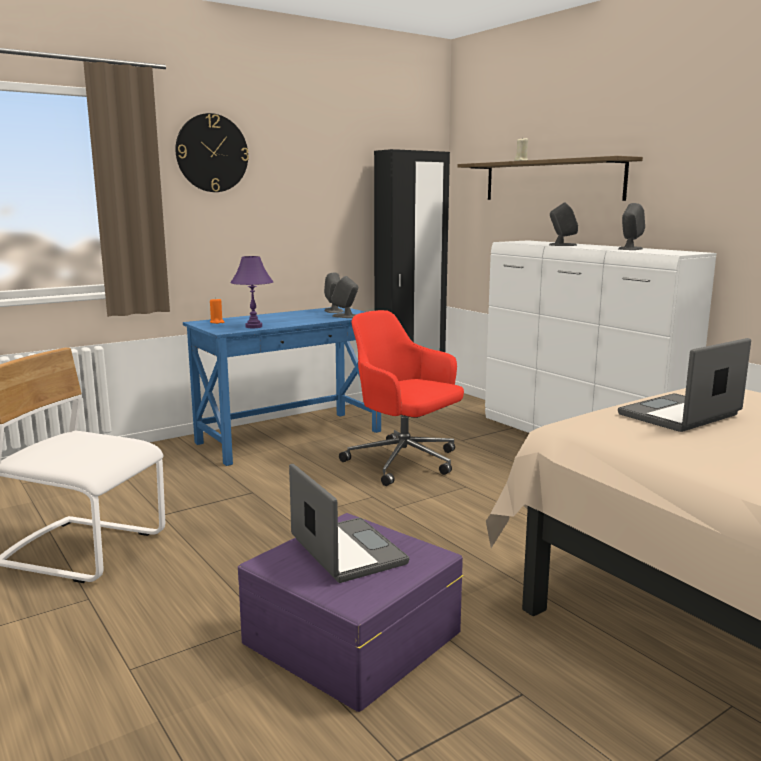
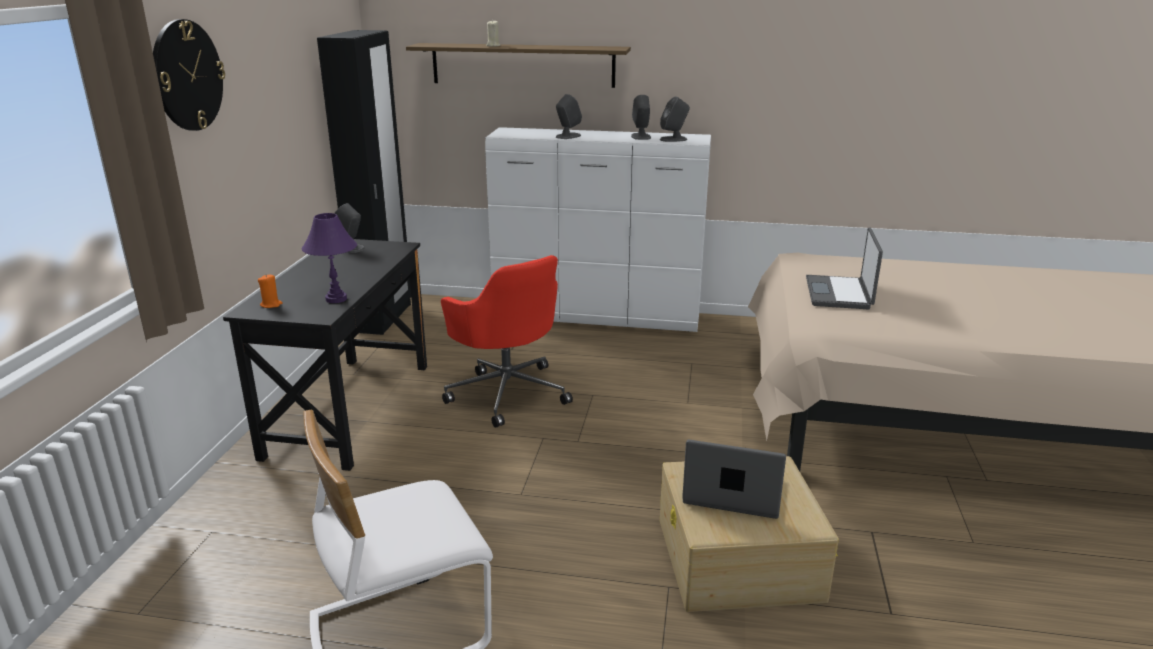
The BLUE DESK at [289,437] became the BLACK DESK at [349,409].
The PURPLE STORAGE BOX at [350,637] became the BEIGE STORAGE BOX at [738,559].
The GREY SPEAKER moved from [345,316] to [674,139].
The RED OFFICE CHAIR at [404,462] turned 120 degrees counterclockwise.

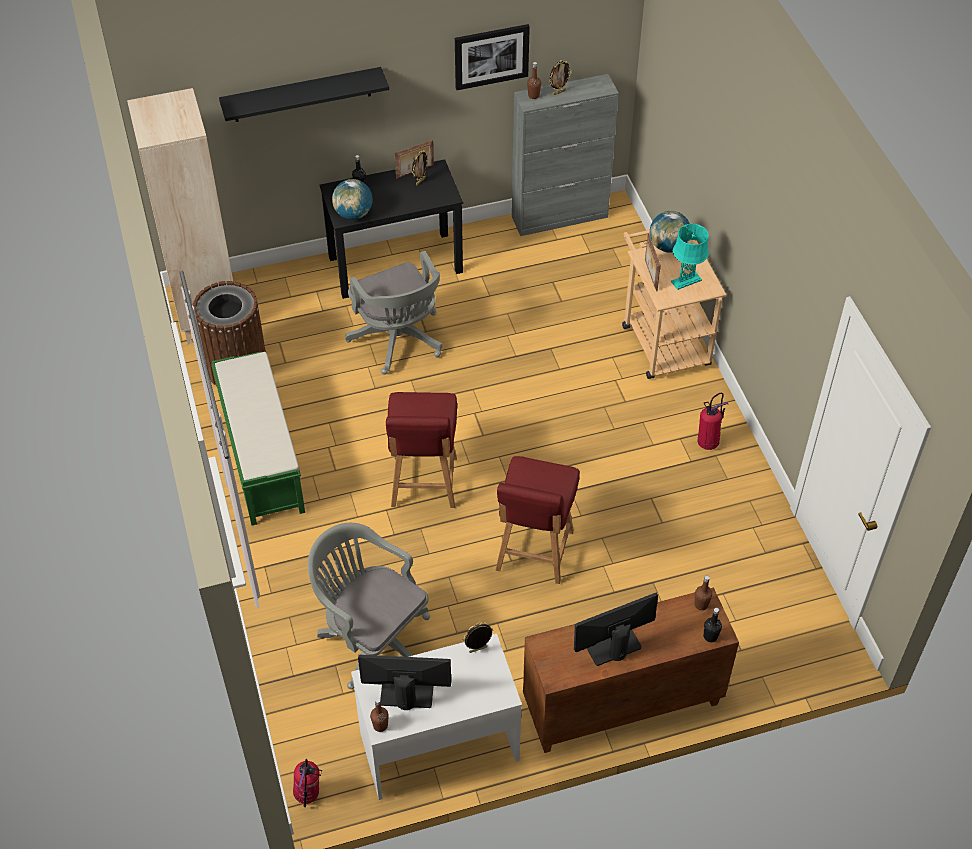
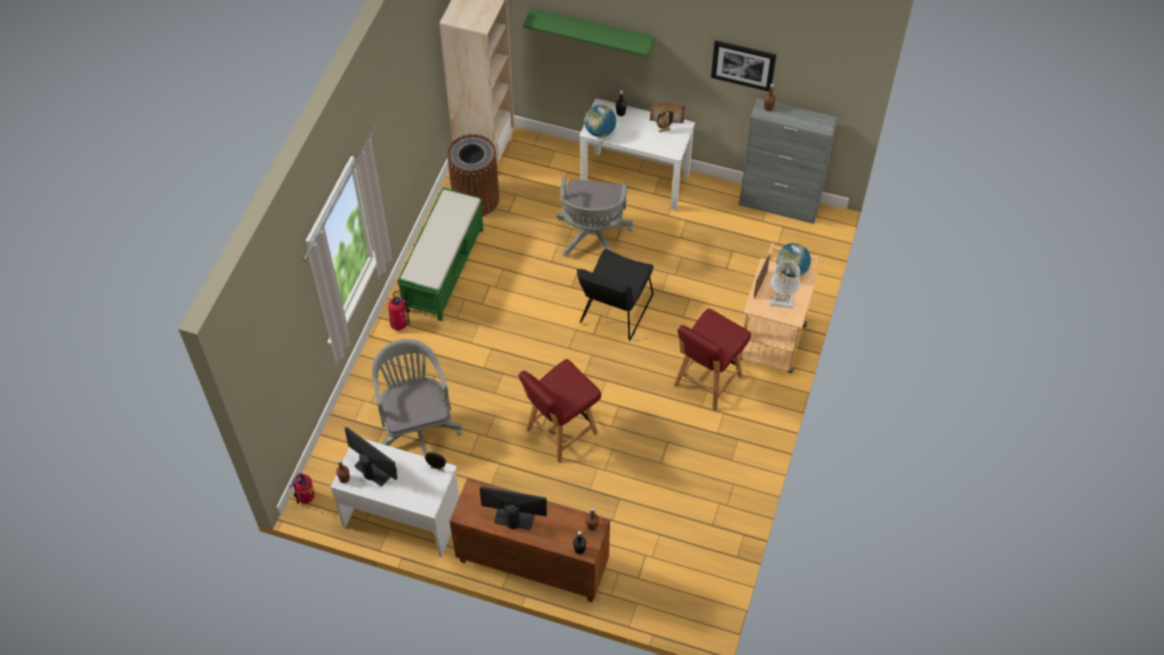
The BLACK SHELF at [302,95] became the GREEN SHELF at [592,31].
The BLACK DESK at [396,264] became the WHITE DESK at [635,180].
The RED CHAIR moved from [424,483] to [707,382].
The PICTURE FRAME at [559,92] disappeared.
The TURQUOISE TABLE LAMP at [686,280] became the GREY TABLE LAMP at [782,302].
The FIRE EXTINGUISHER moved from [708,442] to [400,324].
The BLACK CHAIR at [614,313] appeared.

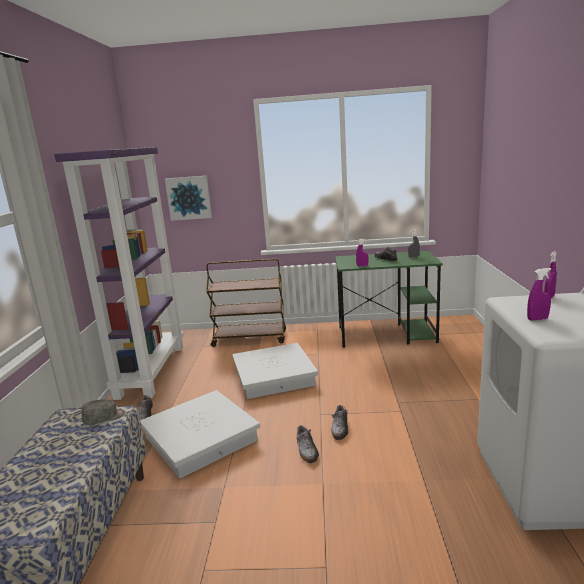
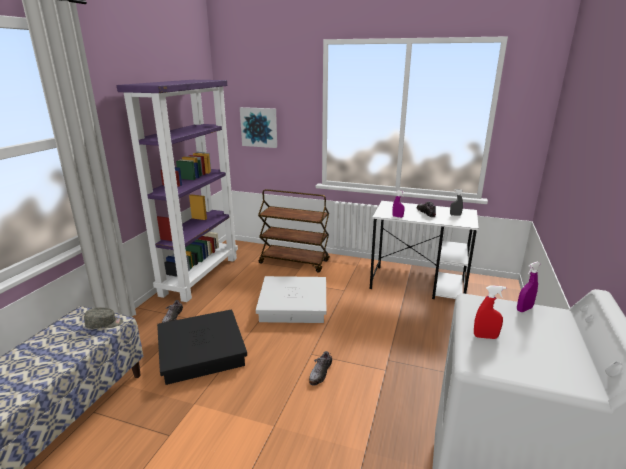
The WHITE STORAGE BOX at [201,438] became the BLACK STORAGE BOX at [202,351].
The SHOE at [306,450] disappeared.
The GREEN DESK at [387,335] became the WHITE DESK at [418,284].
The PURPLE SPRAY BOTTLE at [537,319] became the RED SPRAY BOTTLE at [485,337].

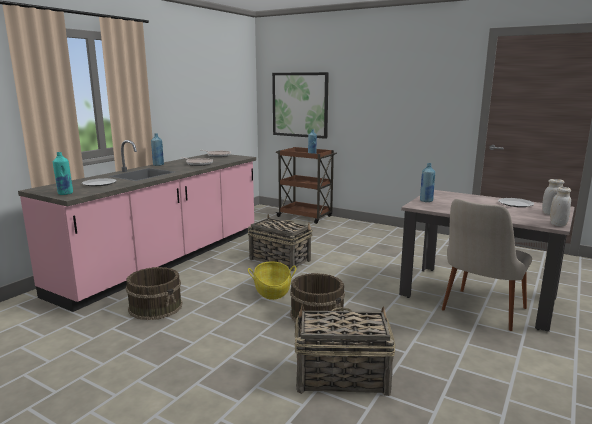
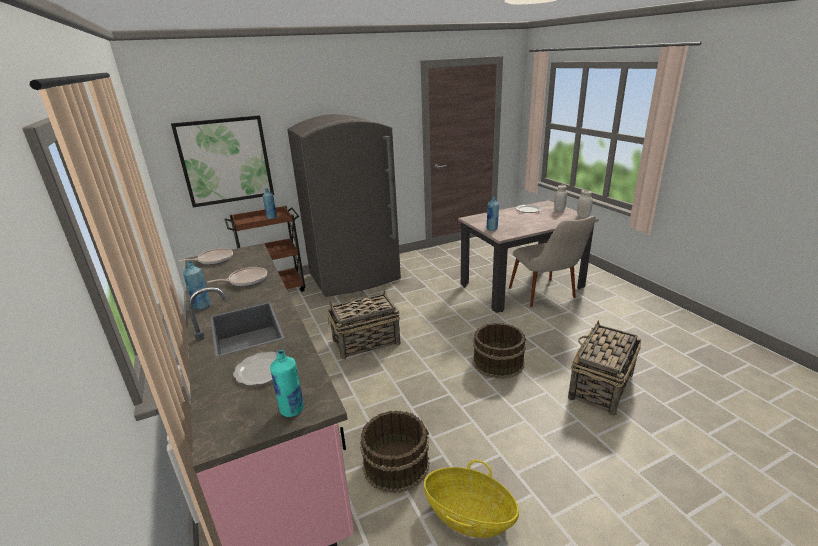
The BASKET moved from [272,291] to [469,515].
The GREY FRIDGE at [355,277] appeared.

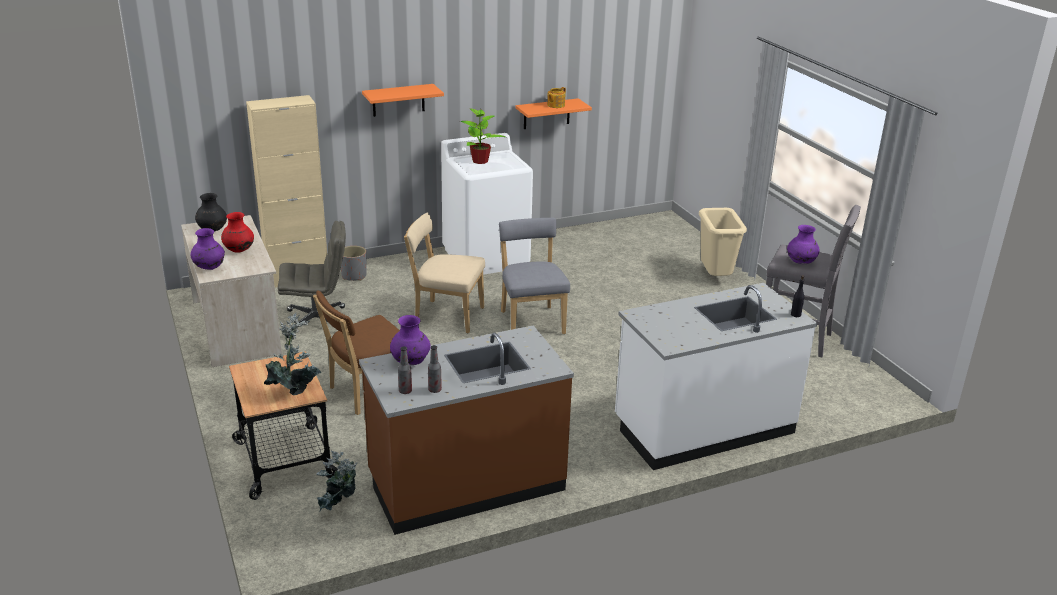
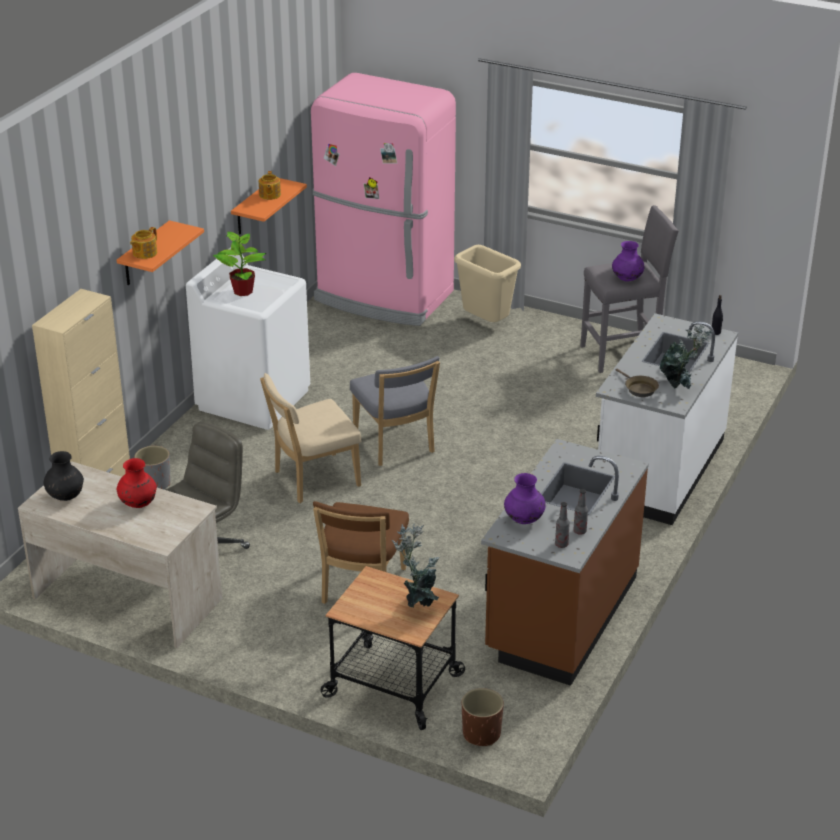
The PURPLE VASE at [209,268] disappeared.
The POTTED PLANT moved from [340,506] to [680,385].
The GREY CHAIR at [531,321] turned 150 degrees counterclockwise.
The TEAPOT at [144,253] appeared.
The PINK FRIDGE at [384,297] appeared.
The BROWN PLANTER at [481,734] appeared.
The BROWN FRYING PAN at [639,389] appeared.

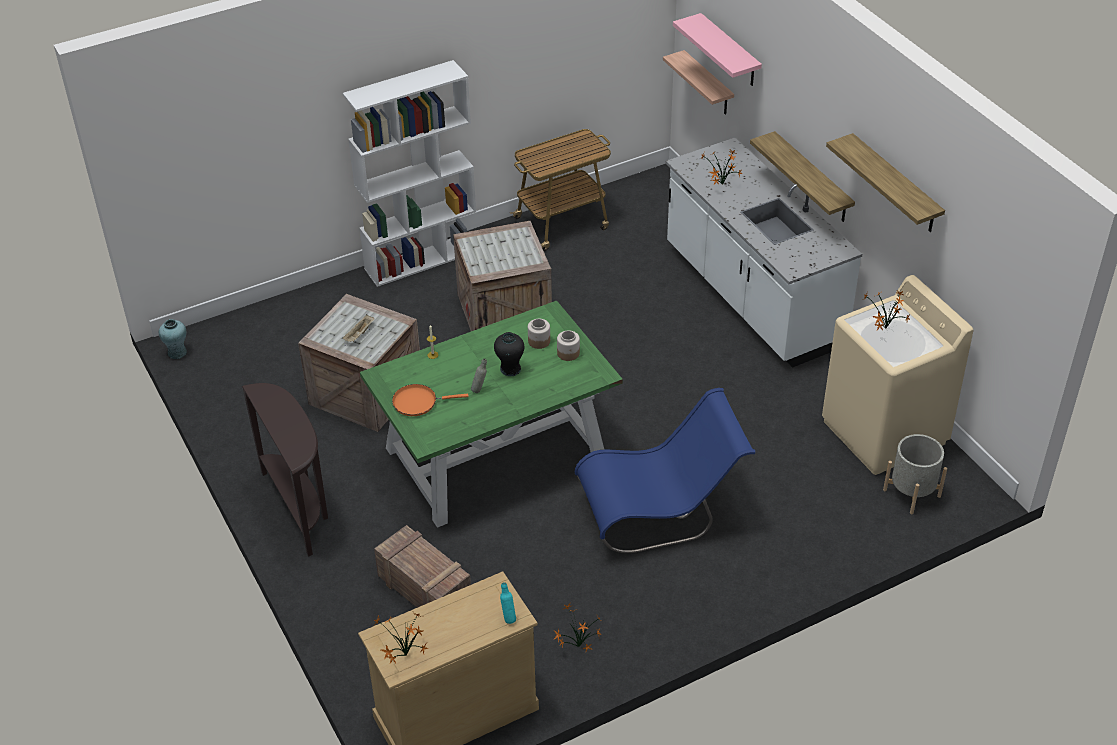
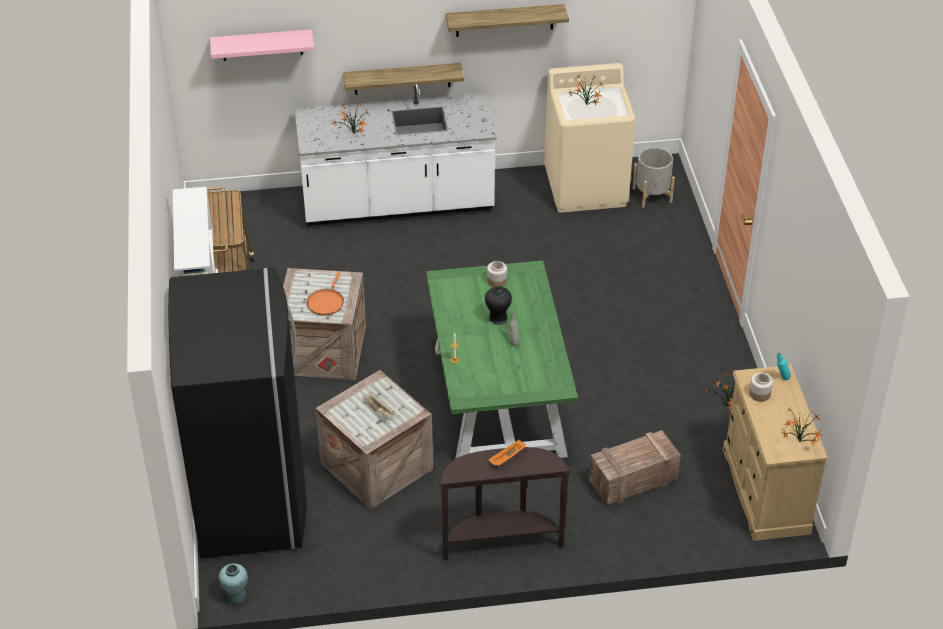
The ORANGE FRYING PAN moved from [418,402] to [326,302].
The JAR moved from [538,341] to [759,394].
The BLUE CHAIR at [660,511] disappeared.
The SHELF at [708,84] disappeared.
The BLACK FRIDGE at [251,498] appeared.
The ORANGE TRAY at [507,458] appeared.

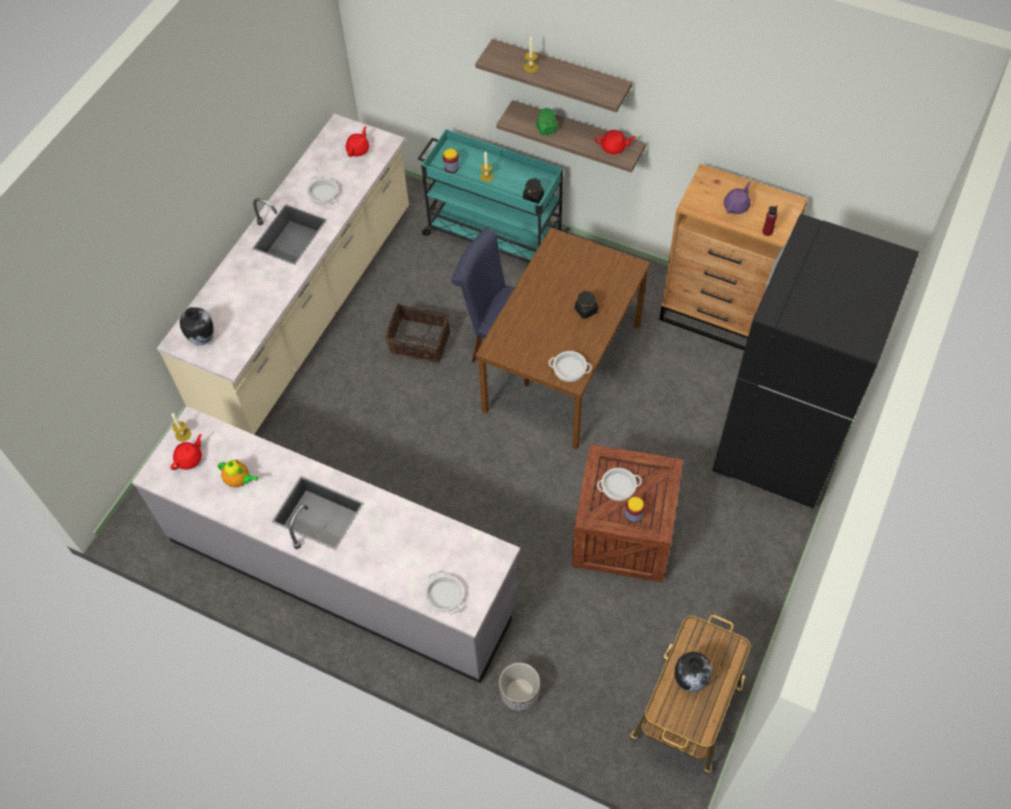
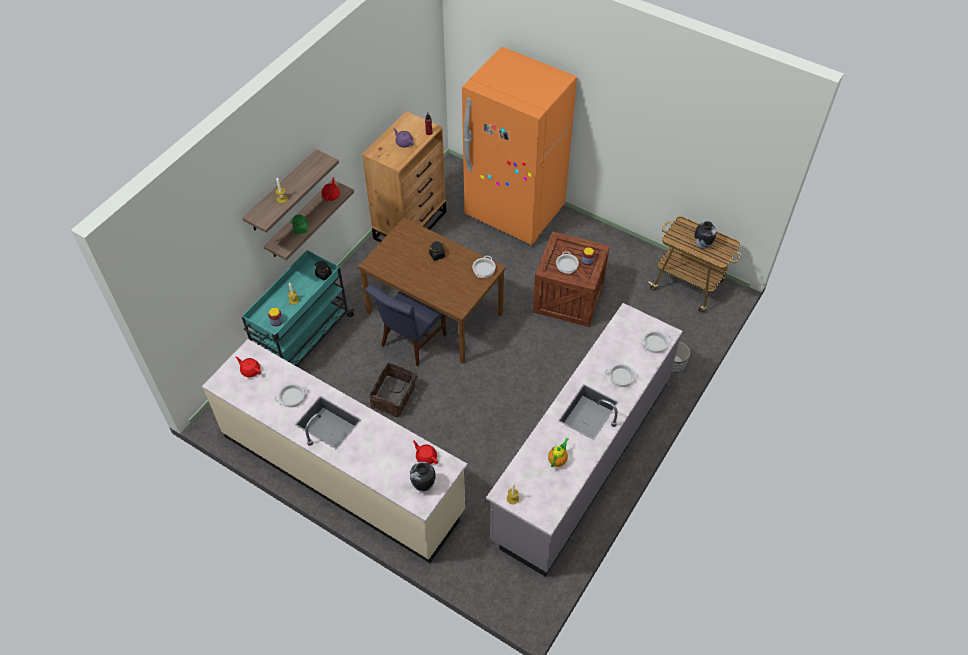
The RED TEAPOT moved from [189,459] to [426,457].
The BLACK FRIDGE at [781,444] became the ORANGE FRIDGE at [514,212].
The COOKING POT at [621,377] appeared.

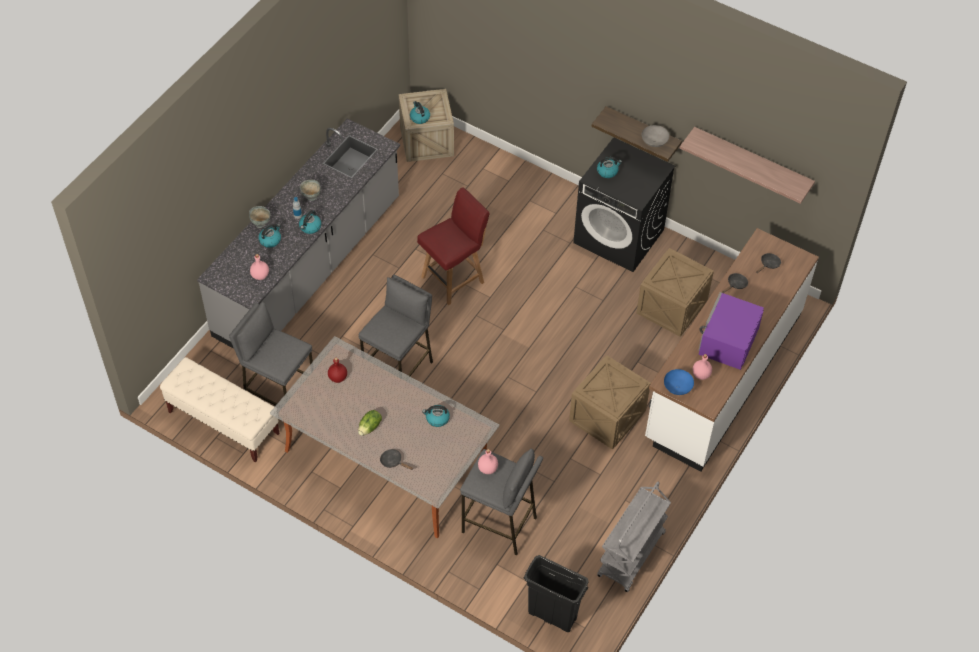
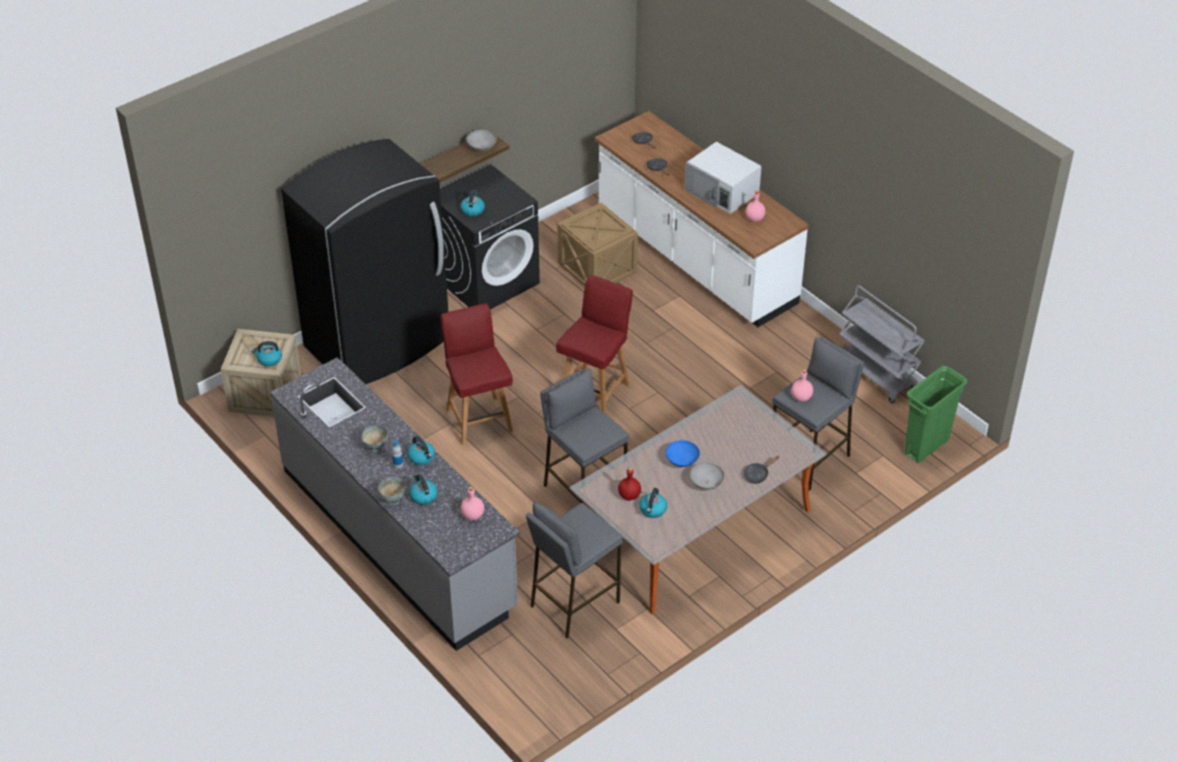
The BEIGE BENCH at [223,423] disappeared.
The LETTUCE at [370,427] was replaced by the GREY BOWL at [706,483].
The KETTLE moved from [437,419] to [653,510].
The BLACK TRASH CAN at [551,615] became the GREEN TRASH CAN at [926,447].
The CRATE at [606,417] disappeared.
The BLUE BOWL moved from [677,387] to [681,461].
The SHELF at [752,162] disappeared.
The PURPLE MICROWAVE at [728,341] became the WHITE MICROWAVE at [722,191].
The BLACK FRIDGE at [379,344] appeared.
The RED CHAIR at [595,390] appeared.

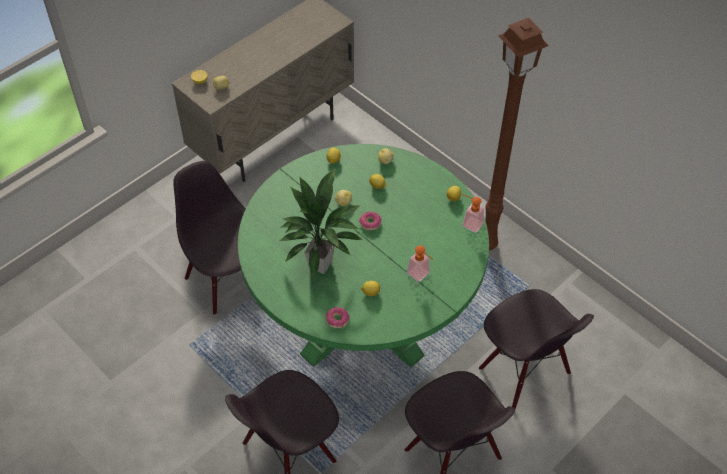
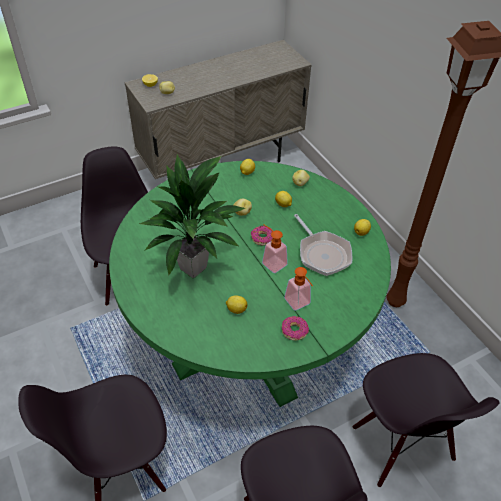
The DONUT moved from [337,319] to [294,331].
The SOAP DISPENSER moved from [469,223] to [271,262].
The FRYING PAN at [322,253] appeared.

